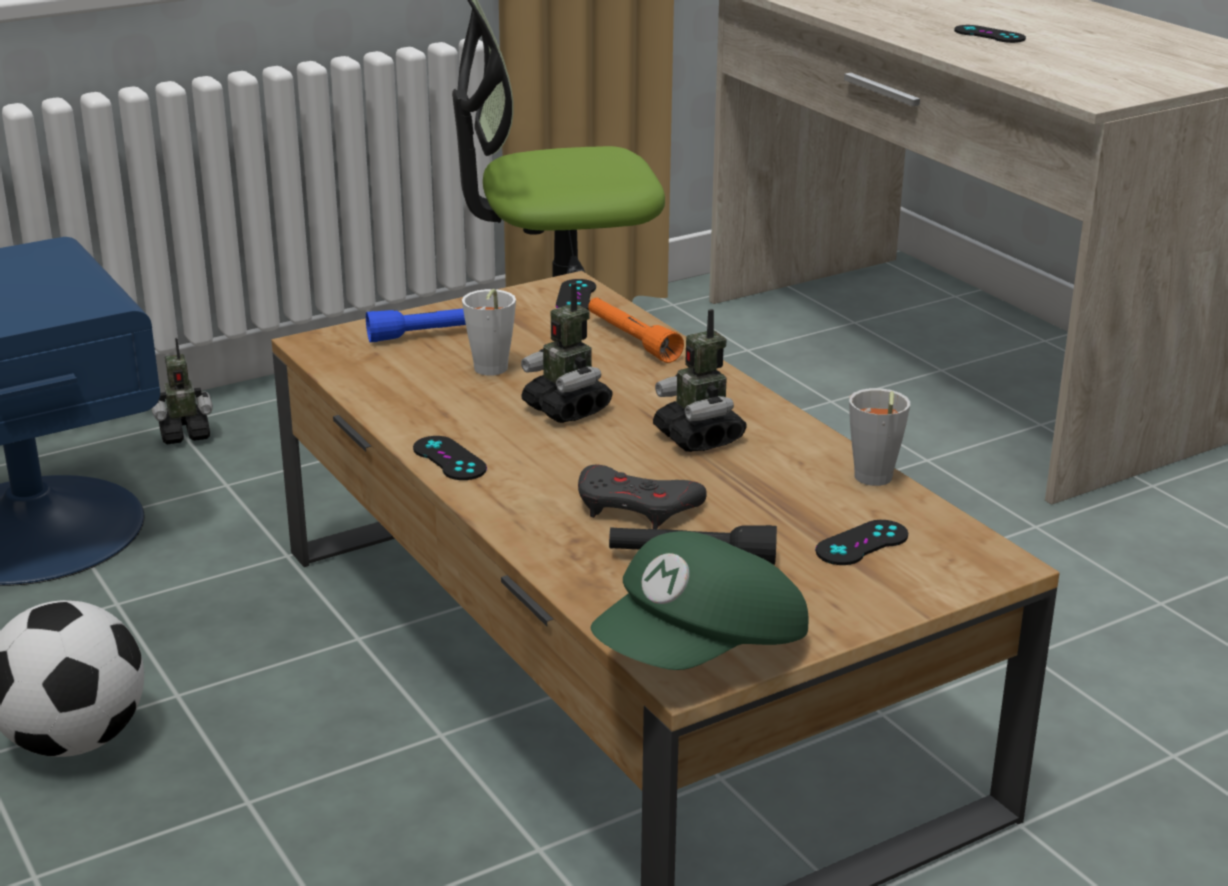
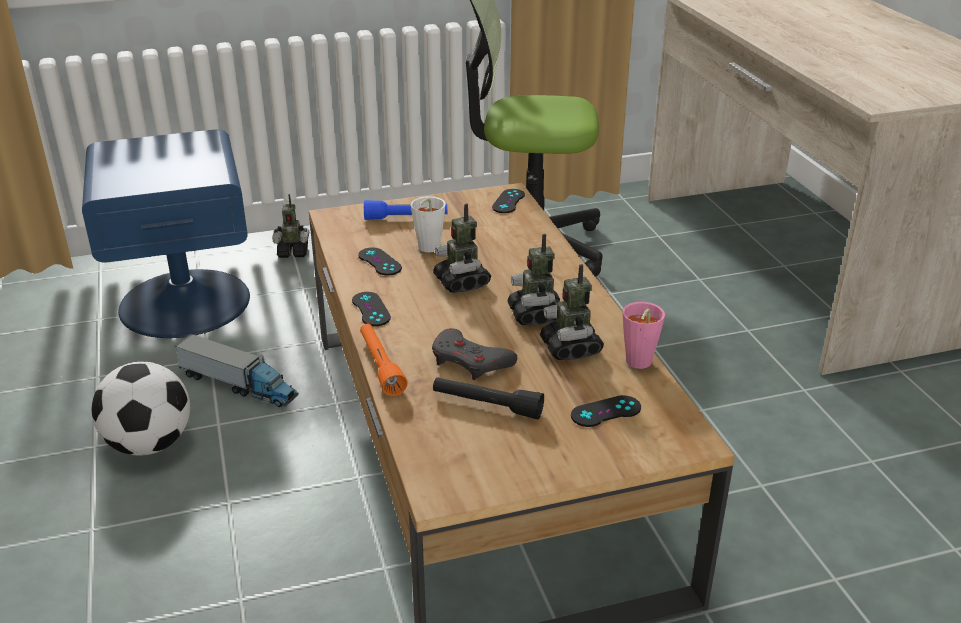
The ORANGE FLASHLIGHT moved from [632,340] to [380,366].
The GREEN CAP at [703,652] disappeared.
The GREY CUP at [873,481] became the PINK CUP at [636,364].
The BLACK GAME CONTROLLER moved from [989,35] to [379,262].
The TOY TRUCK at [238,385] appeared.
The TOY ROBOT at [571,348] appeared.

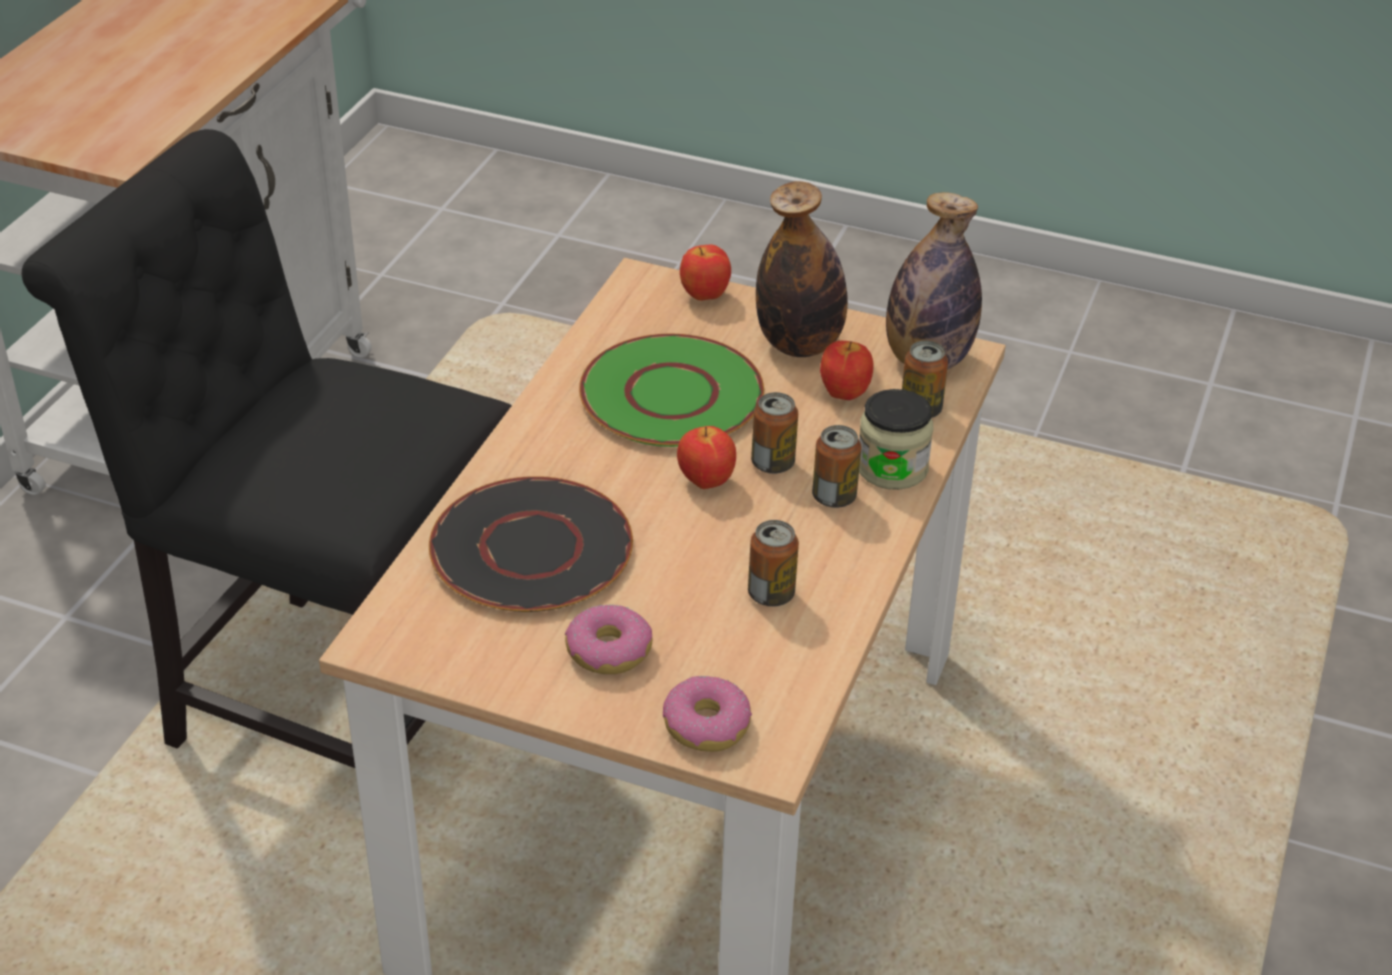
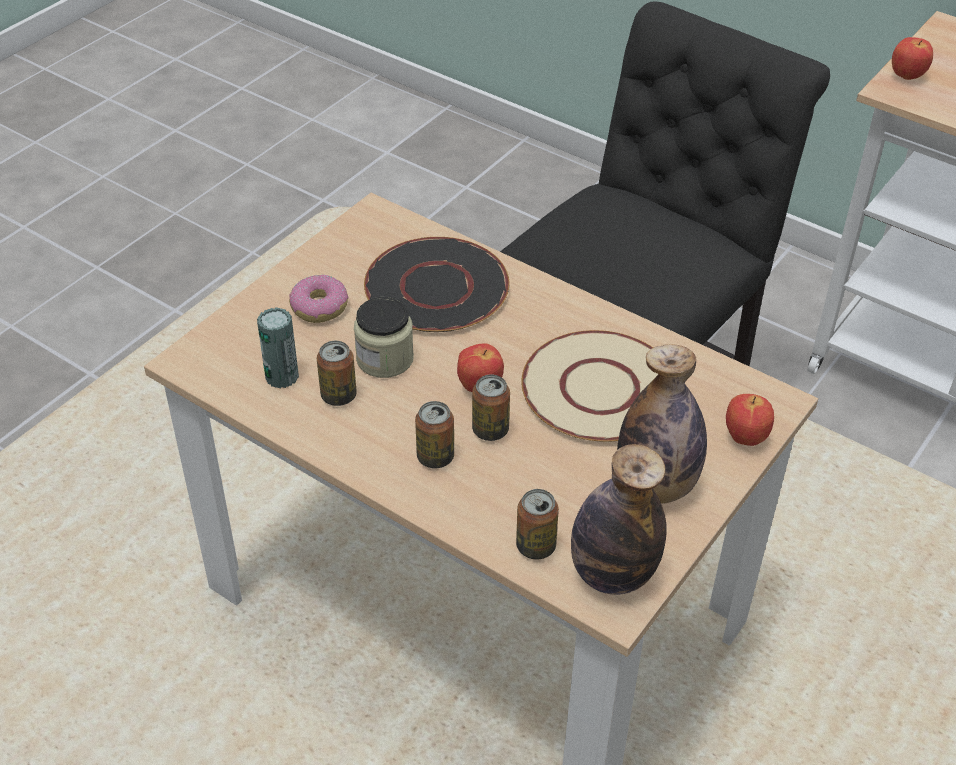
The GREEN PLATE at [672,395] became the BEIGE PLATE at [598,389].
The DONUT at [706,725] disappeared.
The APPLE moved from [843,394] to [907,76].
The JAR moved from [892,468] to [385,359].
The CAN at [282,376] appeared.

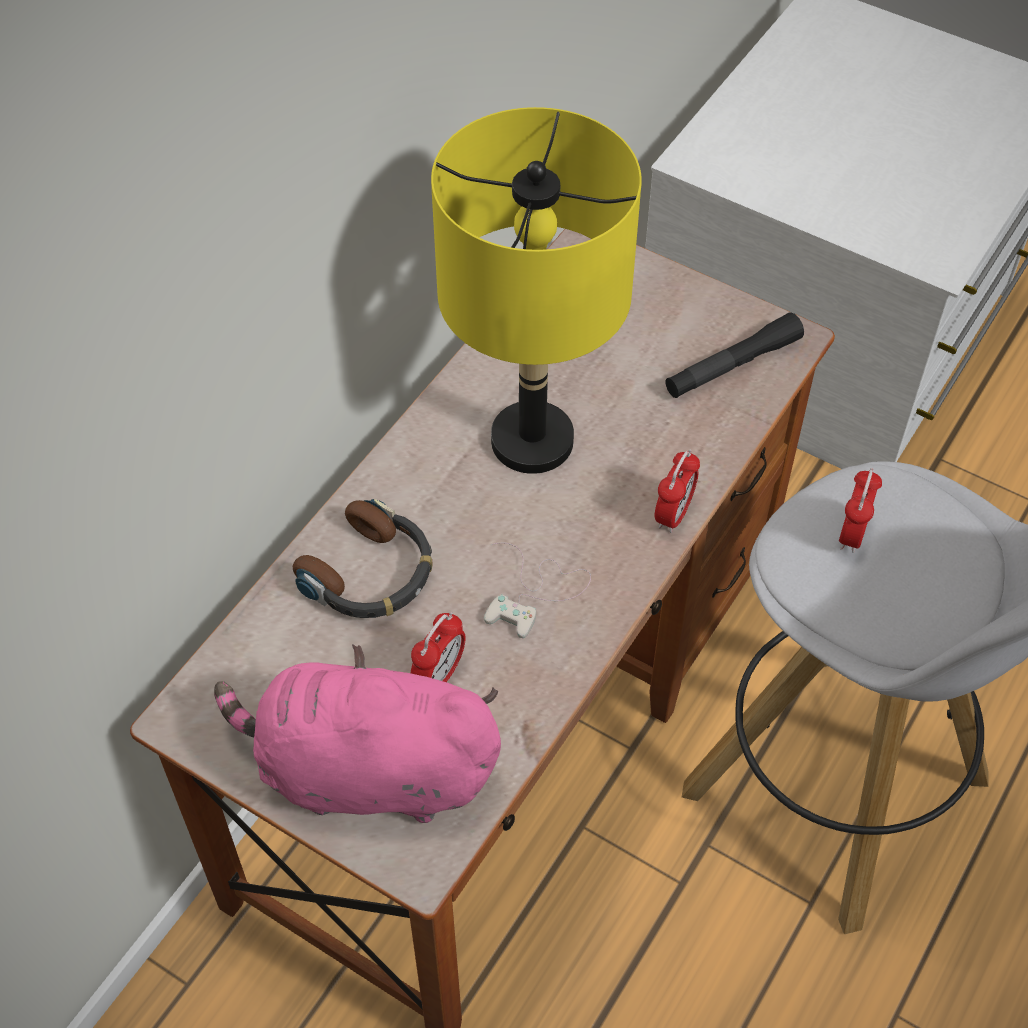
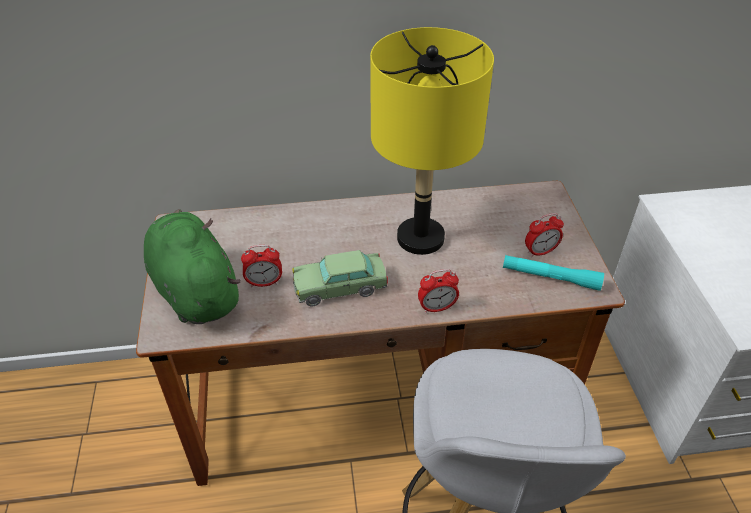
The PINK PLUSH TOY at [368,771] became the GREEN PLUSH TOY at [195,290].
The HEADPHONES at [370,574] disappeared.
The WHITE GAME CONTROLLER at [535,592] was replaced by the TOY CAR at [340,287].
The BLACK FLASHLIGHT at [732,365] became the TURQUOISE FLASHLIGHT at [550,277].
The ALARM CLOCK moved from [852,534] to [540,252].

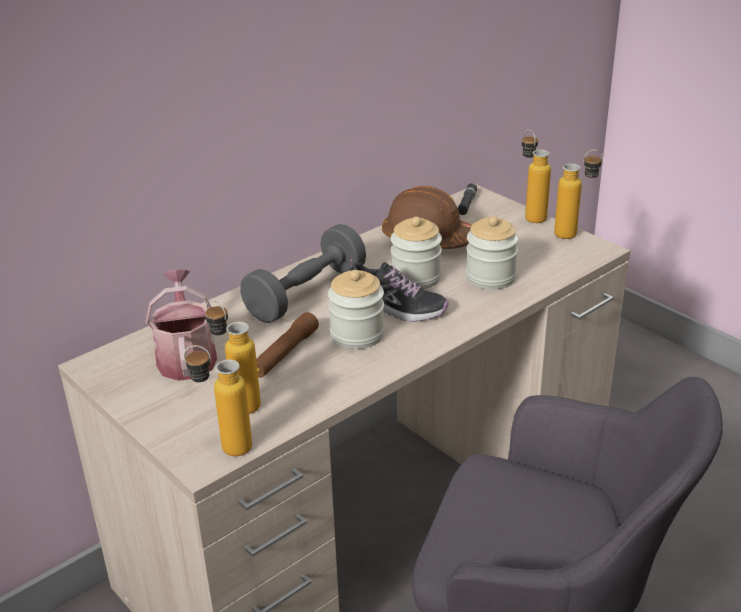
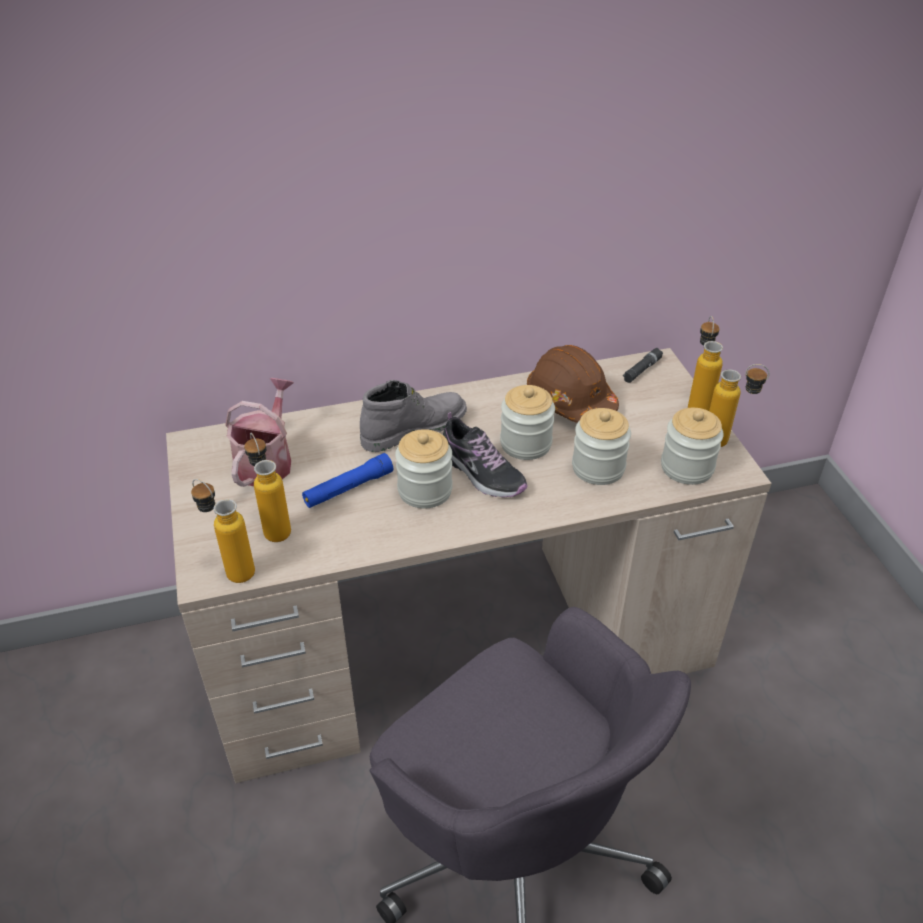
The GREY DUMBBELL at [306,294] was replaced by the GREY BOOT at [413,428].
The BROWN FLASHLIGHT at [285,354] became the BLUE FLASHLIGHT at [348,488].
The JAR at [687,467] appeared.

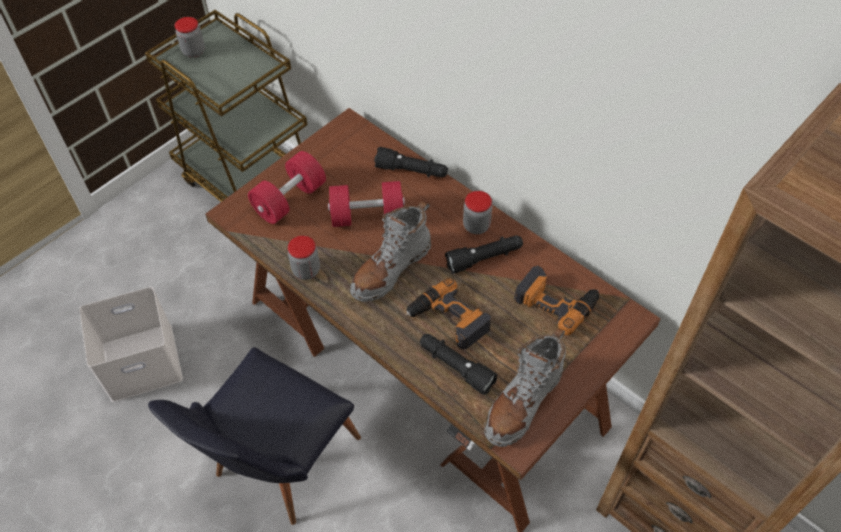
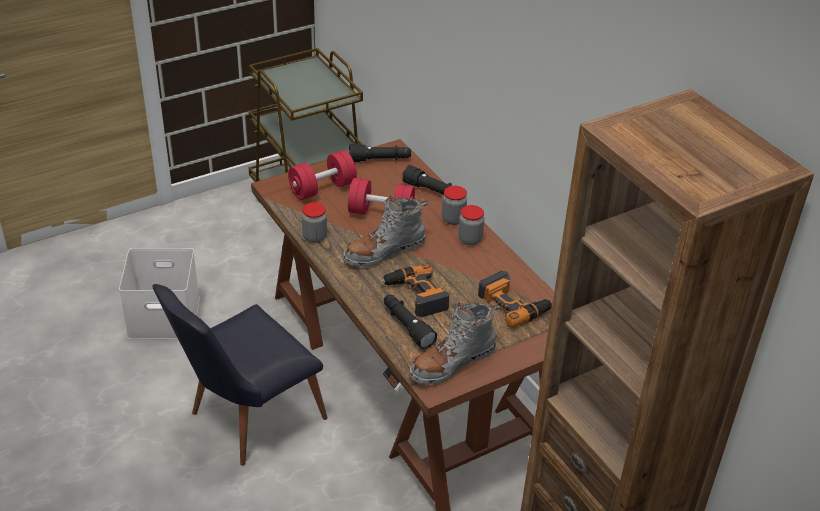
The JAR moved from [194,51] to [453,219].
The BLACK FLASHLIGHT moved from [484,258] to [379,160].

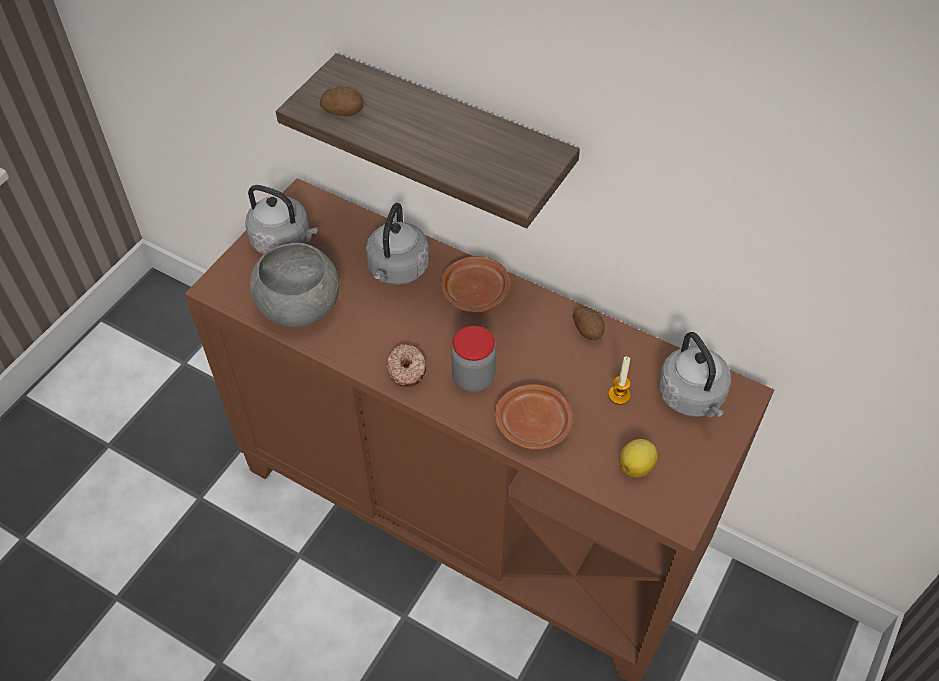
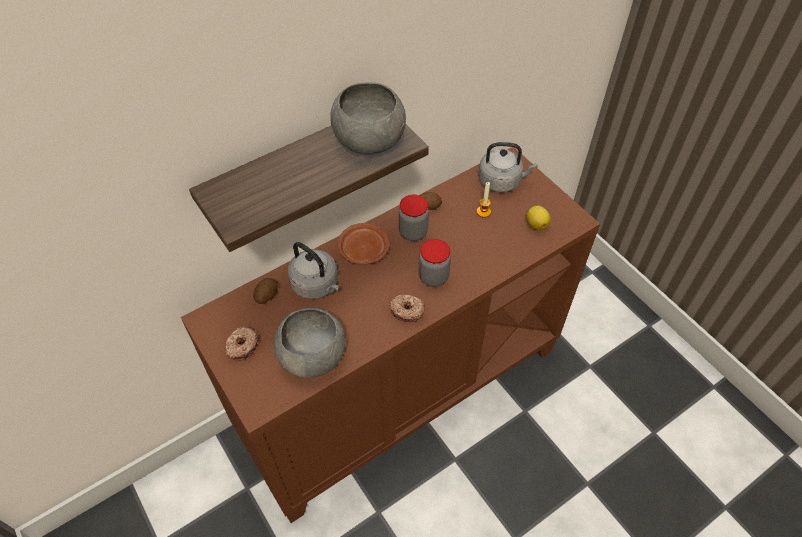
The GREY KETTLE at [284,242] was replaced by the DONUT at [242,346].
The POTATO moved from [343,110] to [266,295].
The BROWN PLATE at [534,424] disappeared.
The GREY BOWL at [369,140] appeared.
The JAR at [413,232] appeared.

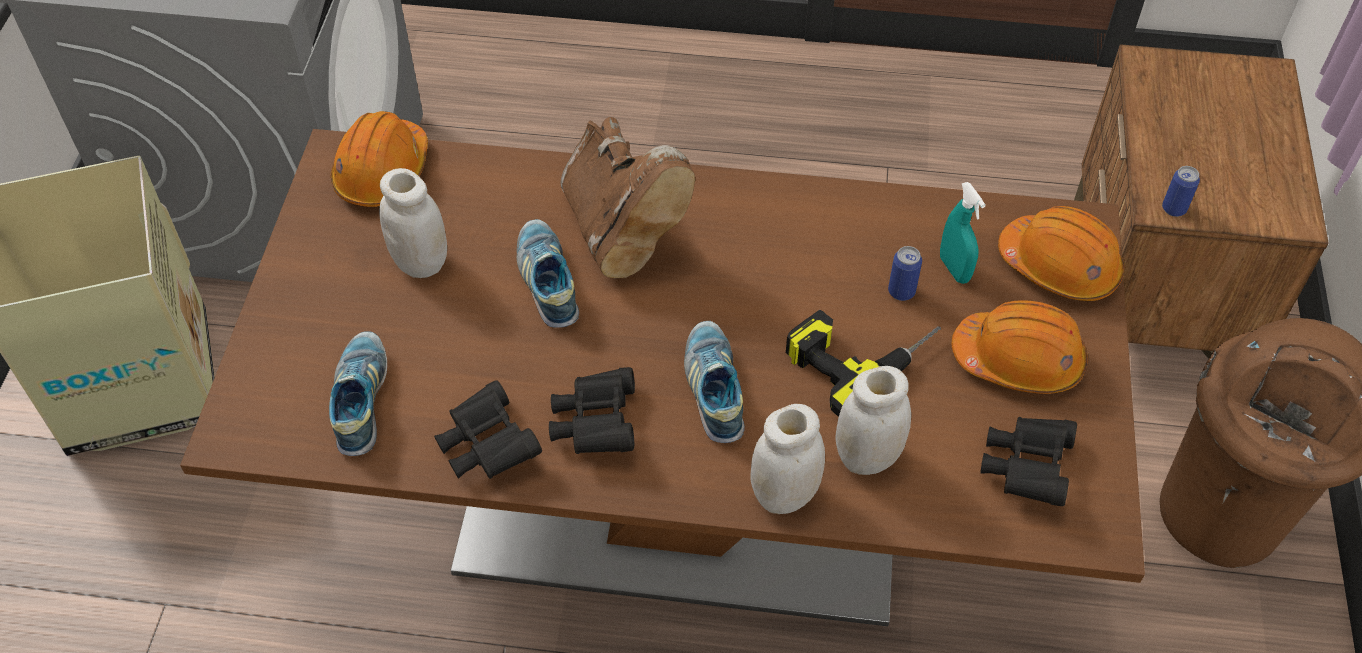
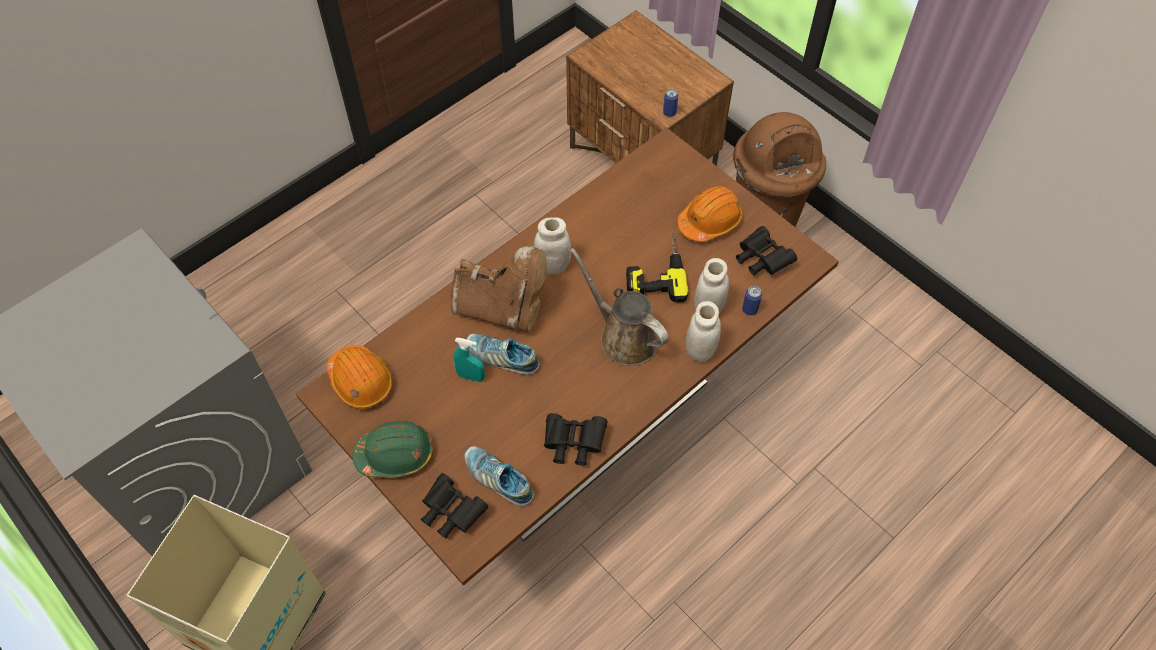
The WHITE JAR moved from [421,262] to [553,265].
The BLACK BINOCULARS moved from [595,424] to [451,512].
The SHOE at [714,389] was replaced by the BROWN WATERING CAN at [624,336].
The CAN moved from [901,291] to [749,309].
The TURQUOISE SPRAY BOTTLE moved from [954,269] to [471,376].
The ORANGE HARD HAT at [1059,267] disappeared.
The GREEN HARD HAT at [395,454] appeared.

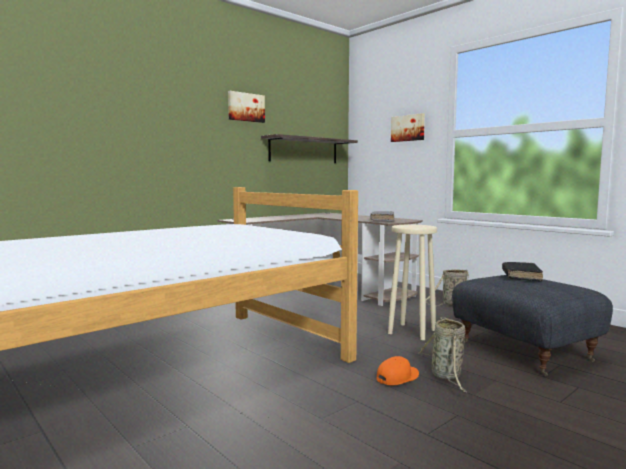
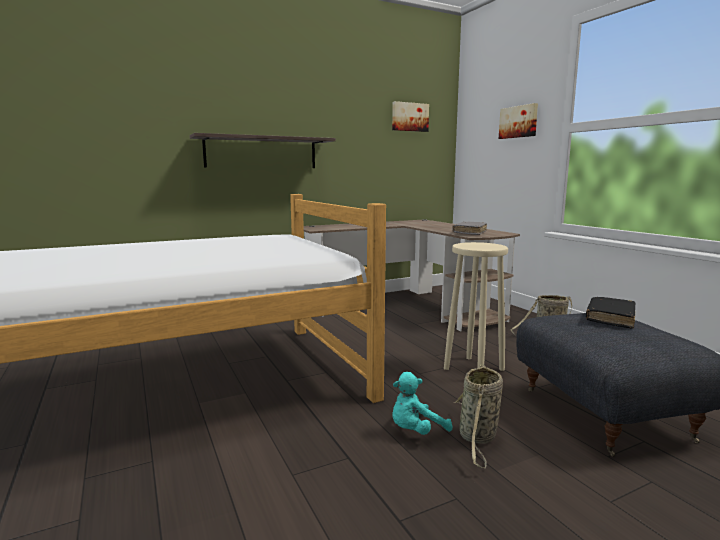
The PICTURE moved from [246,107] to [409,117].
The SHELF moved from [304,150] to [261,152].
The ORANGE CAP at [397,377] was replaced by the TURQUOISE PLUSH TOY at [416,431].

